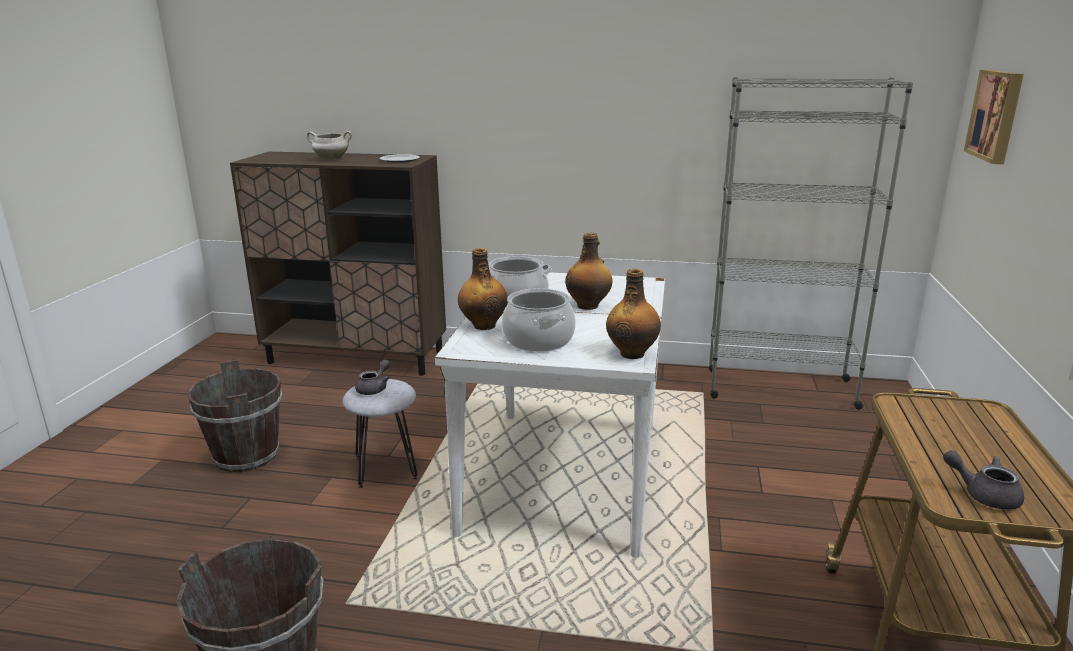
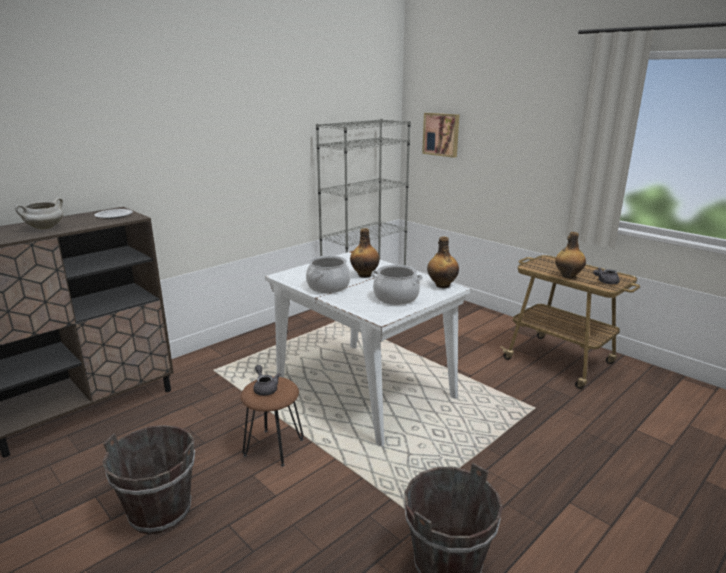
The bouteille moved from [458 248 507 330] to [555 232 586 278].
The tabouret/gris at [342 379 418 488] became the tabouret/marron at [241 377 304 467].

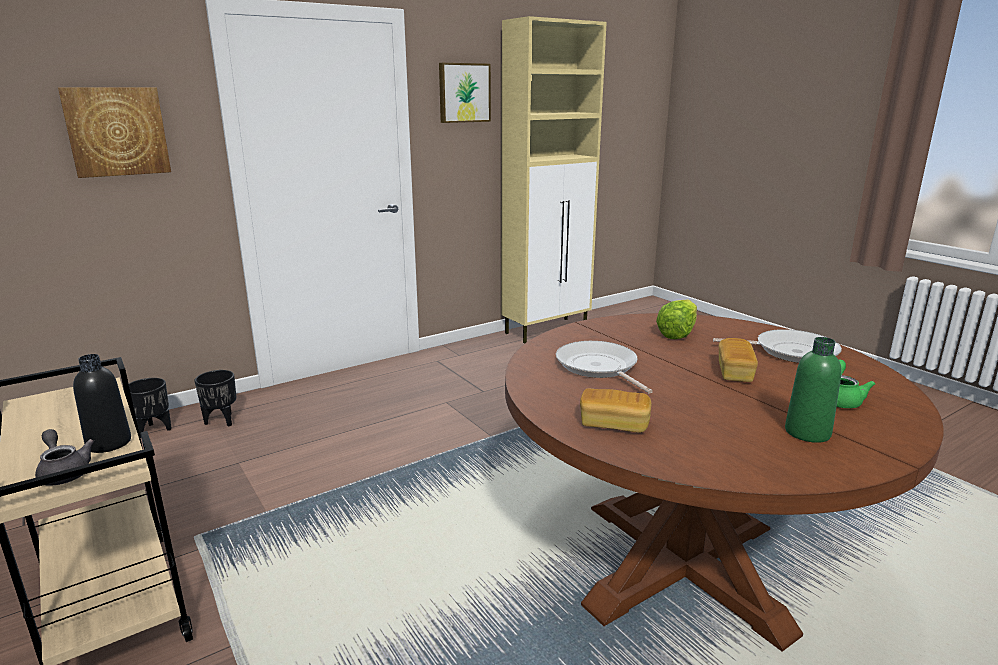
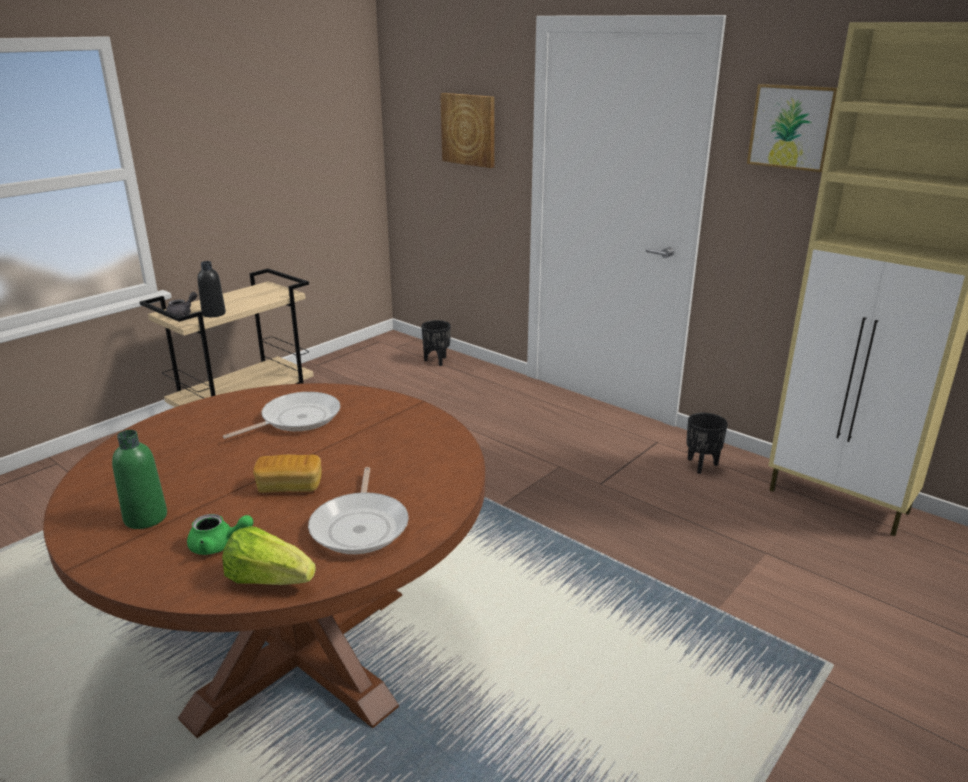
The pain at [580 388 651 433] disappeared.
The cache-pot/noir moved from [194 370 236 426] to [686 413 728 474].
The laitue moved from [656 300 697 339] to [222 526 316 585].

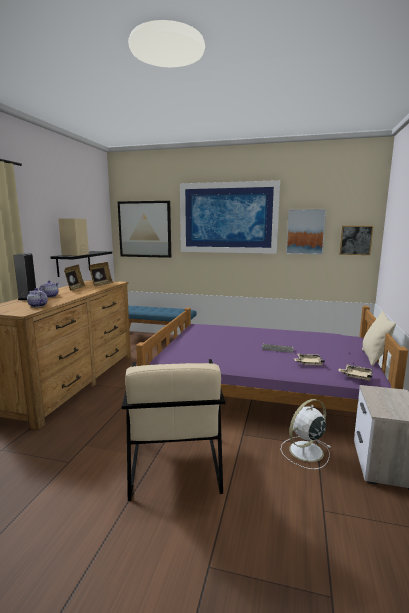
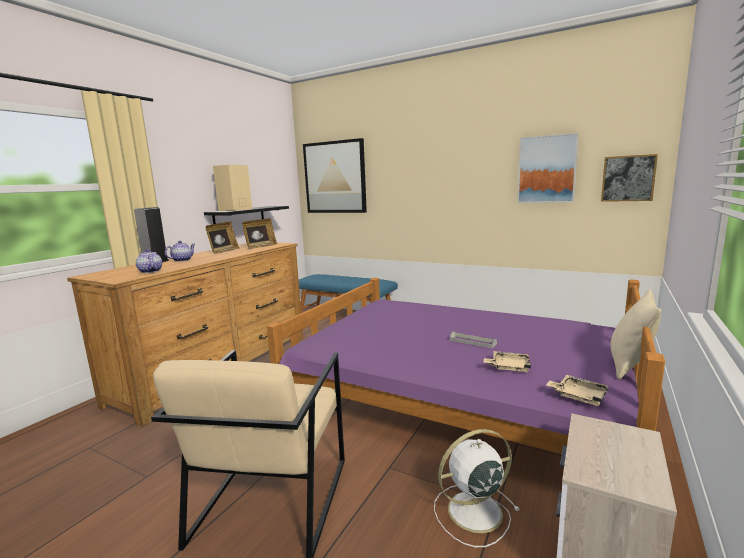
The tableau at [180 180 280 254] disappeared.

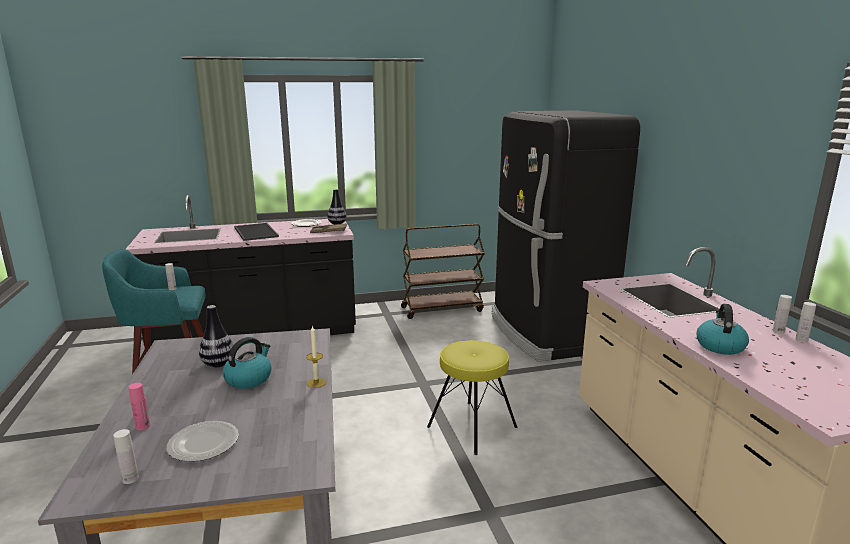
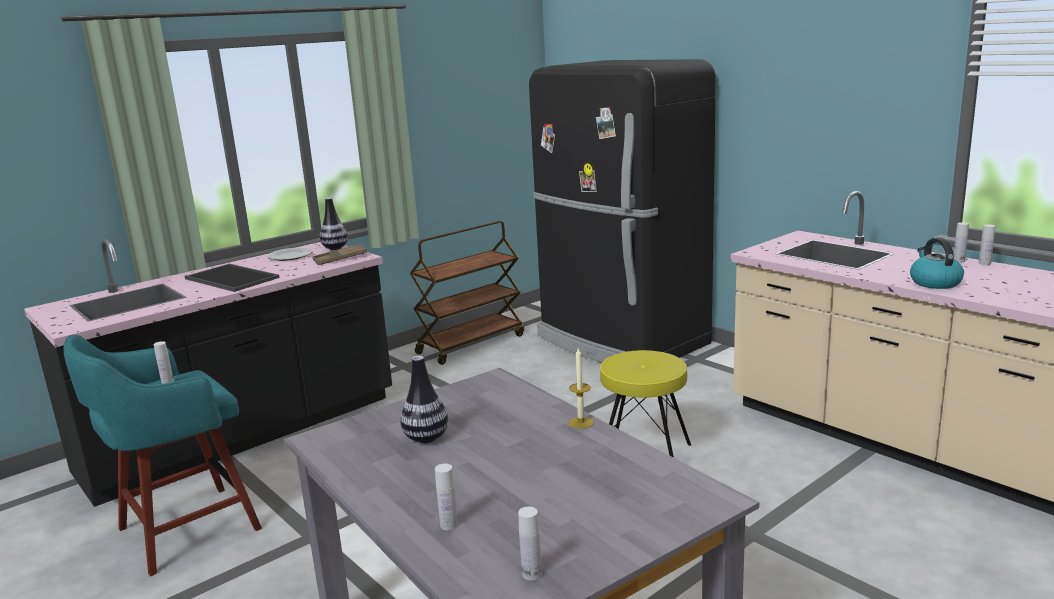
The assiette at [167 421 239 462] disappeared.
The bouilloire at [223 337 272 389] disappeared.
The bouteille/rose at [129 383 150 430] became the bouteille/blanc at [435 464 458 530].

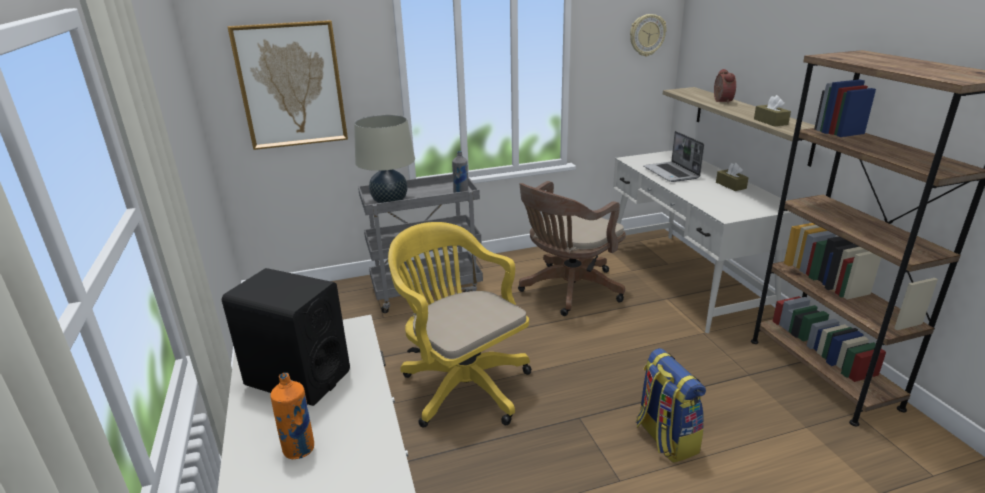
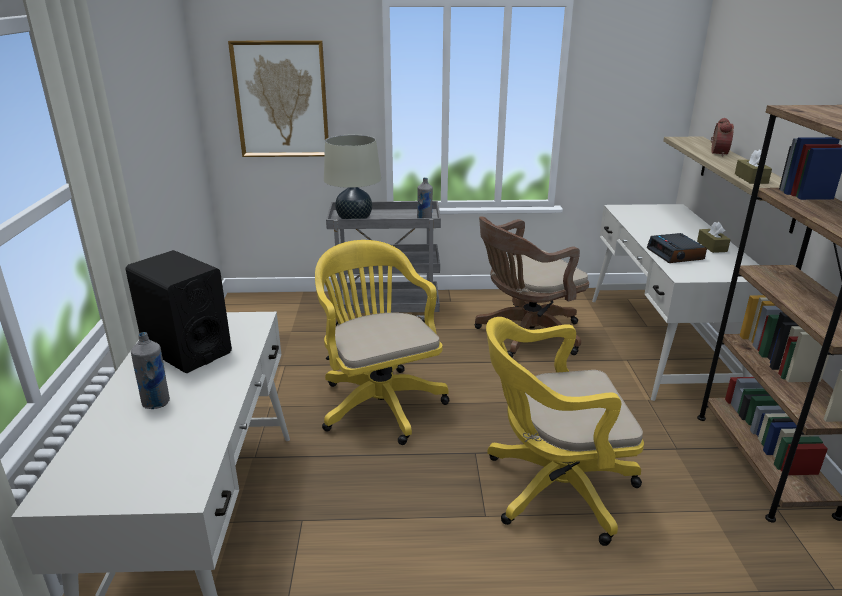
The horloge murale at [630 14 667 57] disappeared.
The ordinateur portable at [643 131 704 182] disappeared.
The réveil at [647 233 707 263] appeared.
The sac à dos at [636 348 706 463] was replaced by the chaise de bureau/jaune at [486 317 644 546].
The bouteille/orange at [270 373 314 459] became the bouteille/gris at [131 332 170 409].

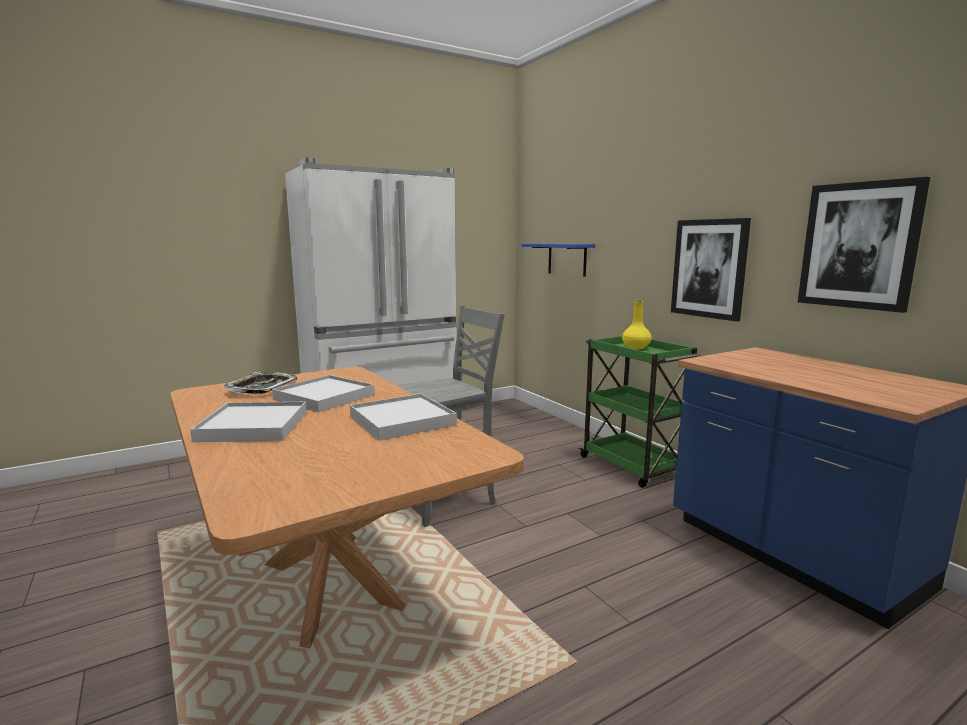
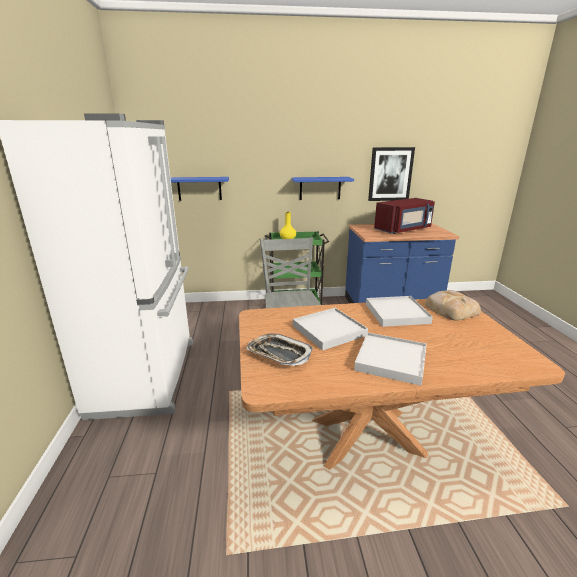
The micro-ondes/rouge at [374 198 435 234] appeared.
The pain at [425 290 481 321] appeared.
The tableau at [671 218 751 322] was replaced by the étagère/bleu at [292 177 354 200].

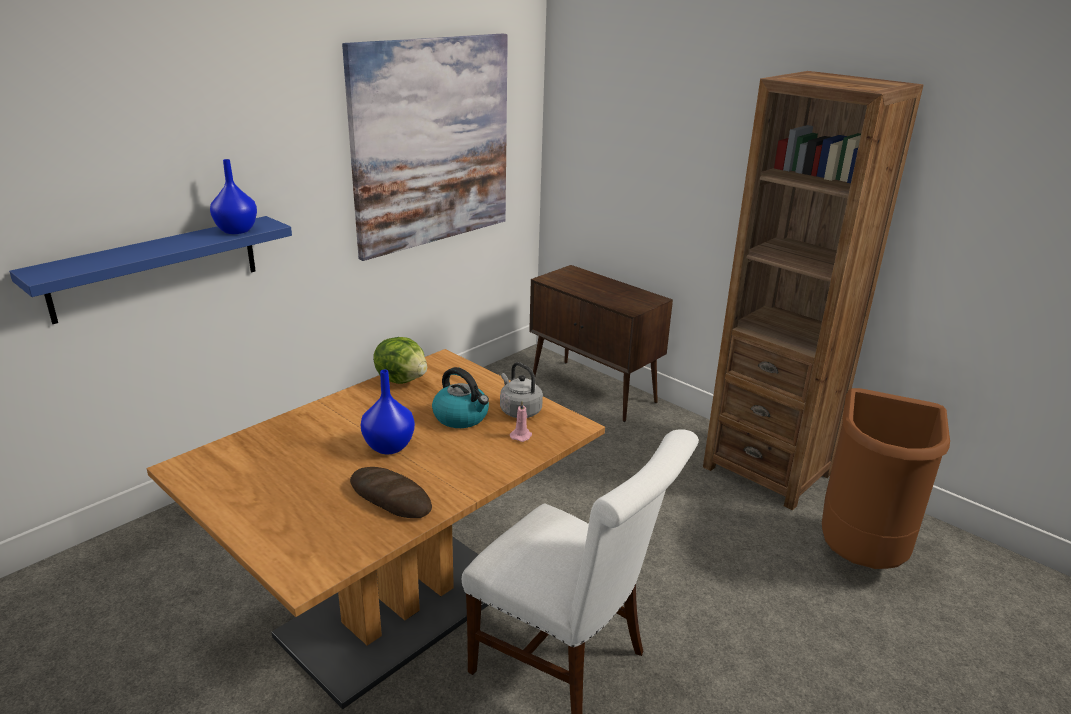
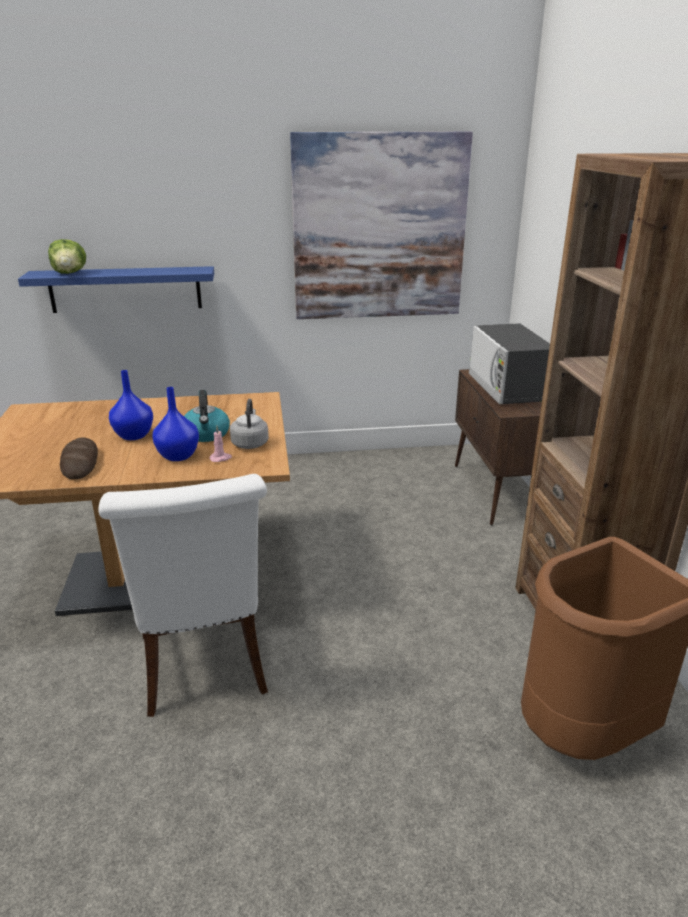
The micro-ondes at [469 323 550 404] appeared.
The vase/bleu moved from [210 159 257 234] to [152 387 199 461].
The laitue moved from [373 337 427 384] to [48 239 86 274].

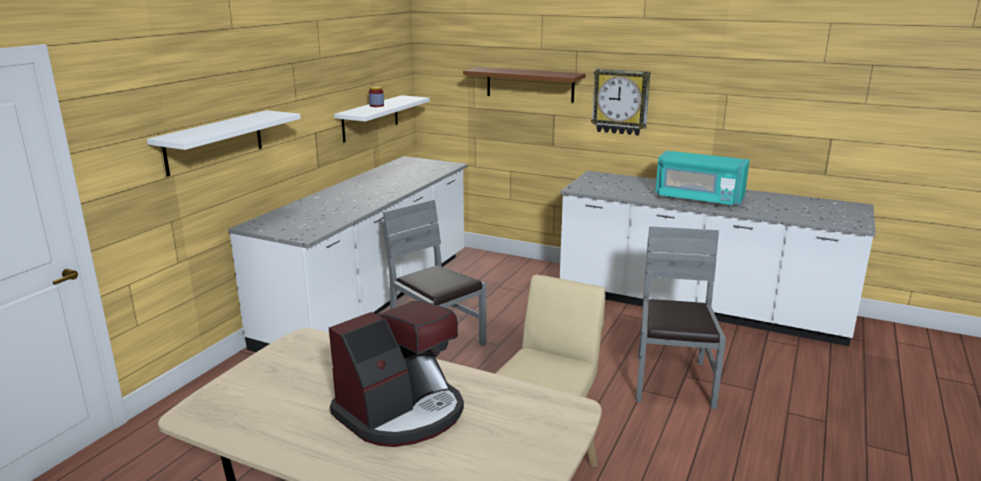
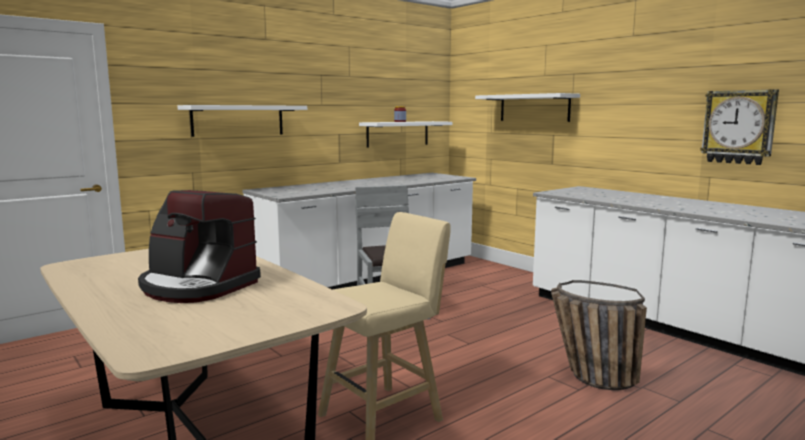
The micro-ondes/turquoise at [655 151 750 206] disappeared.
The horloge murale moved from [591 69 651 136] to [700 89 779 165].
The chaise/gris at [636 226 726 409] was replaced by the panier at [551 280 647 390].
The étagère/marron at [463 67 586 103] became the étagère/blanc at [475 93 580 122].
The machine à café at [329 301 464 447] turned 45 degrees clockwise.

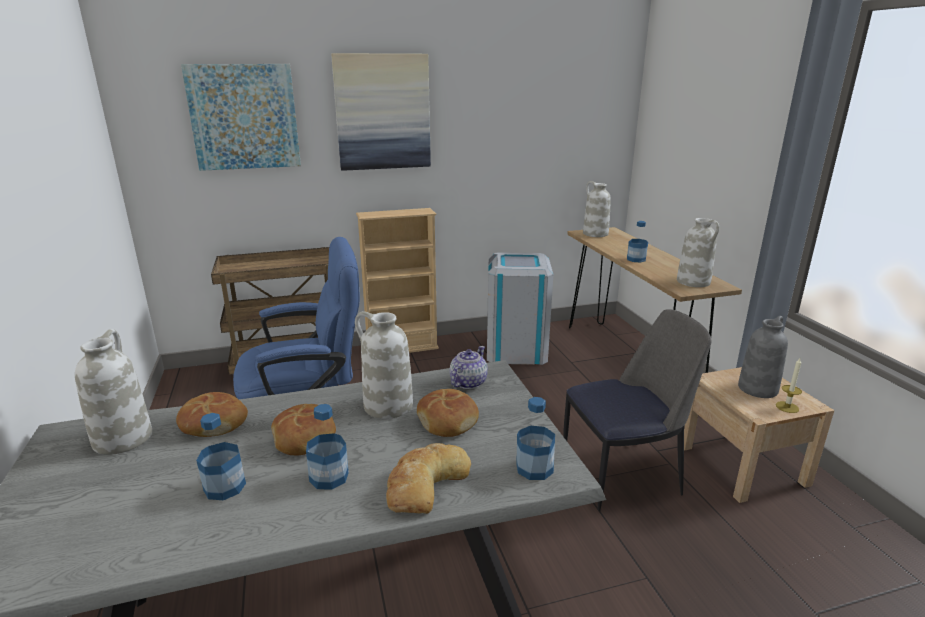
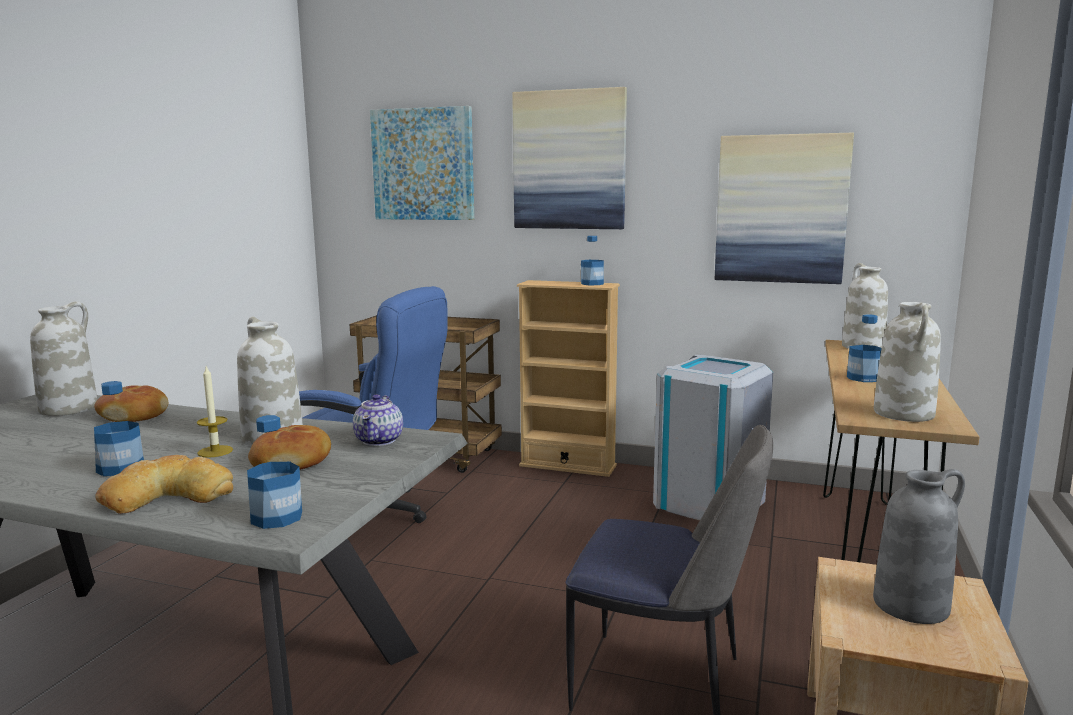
The pain at [271 404 336 456] disappeared.
The tableau at [715 133 854 284] appeared.
The bouteille moved from [196 413 246 500] to [581 236 604 285].
The bougie moved from [776 358 802 413] to [197 367 233 458].
The théière at [450 346 488 389] turned 120 degrees clockwise.

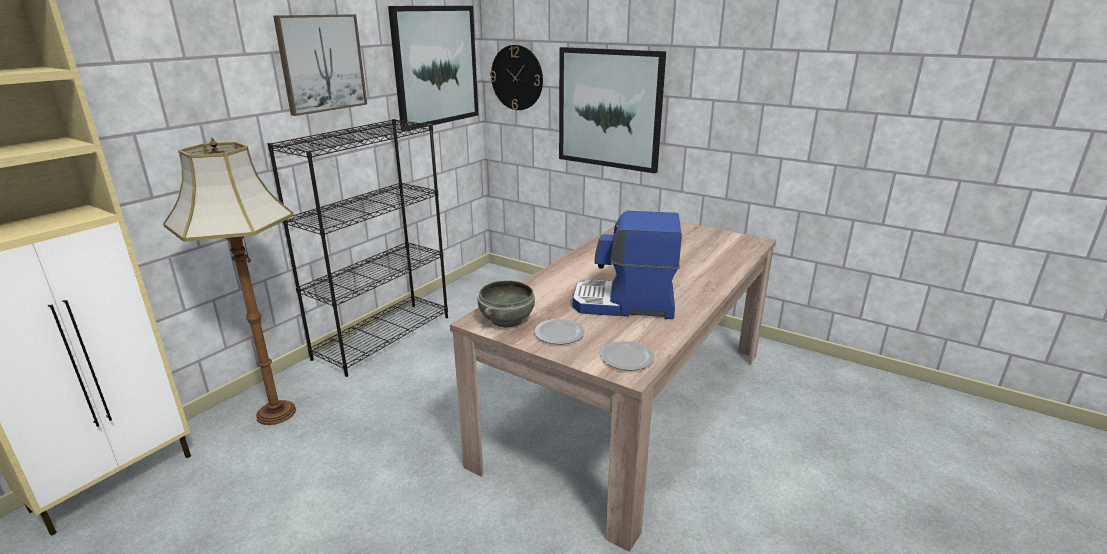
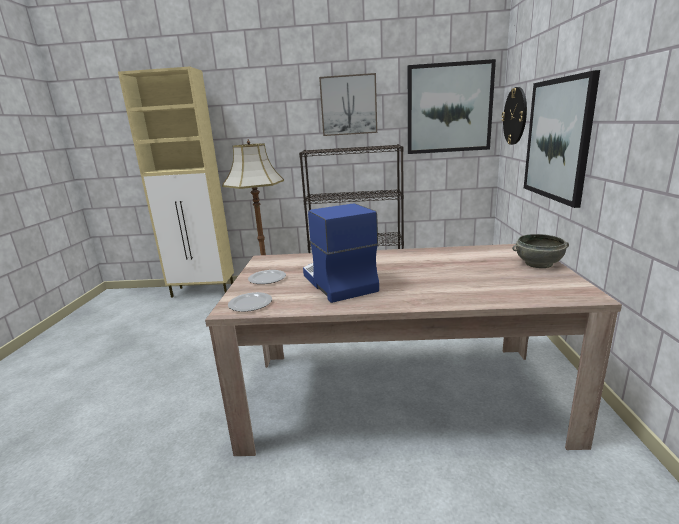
The bol/gris moved from [477 280 535 328] to [512 234 569 268].

